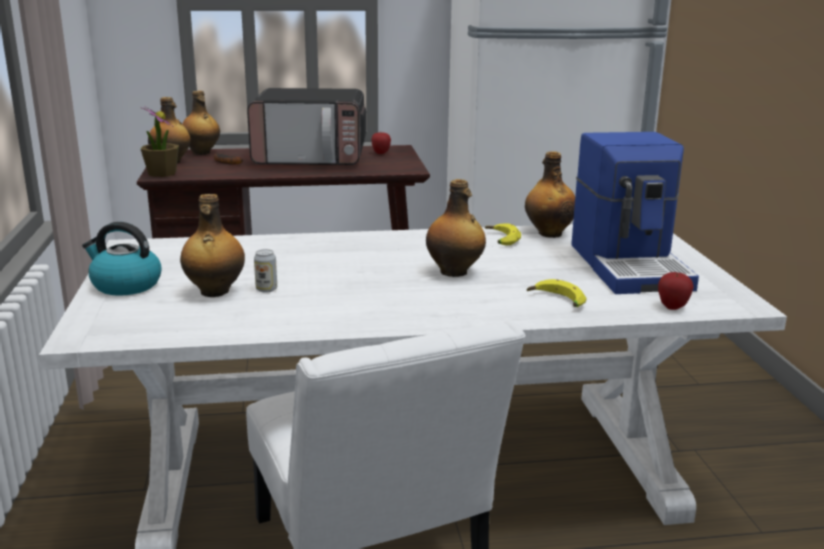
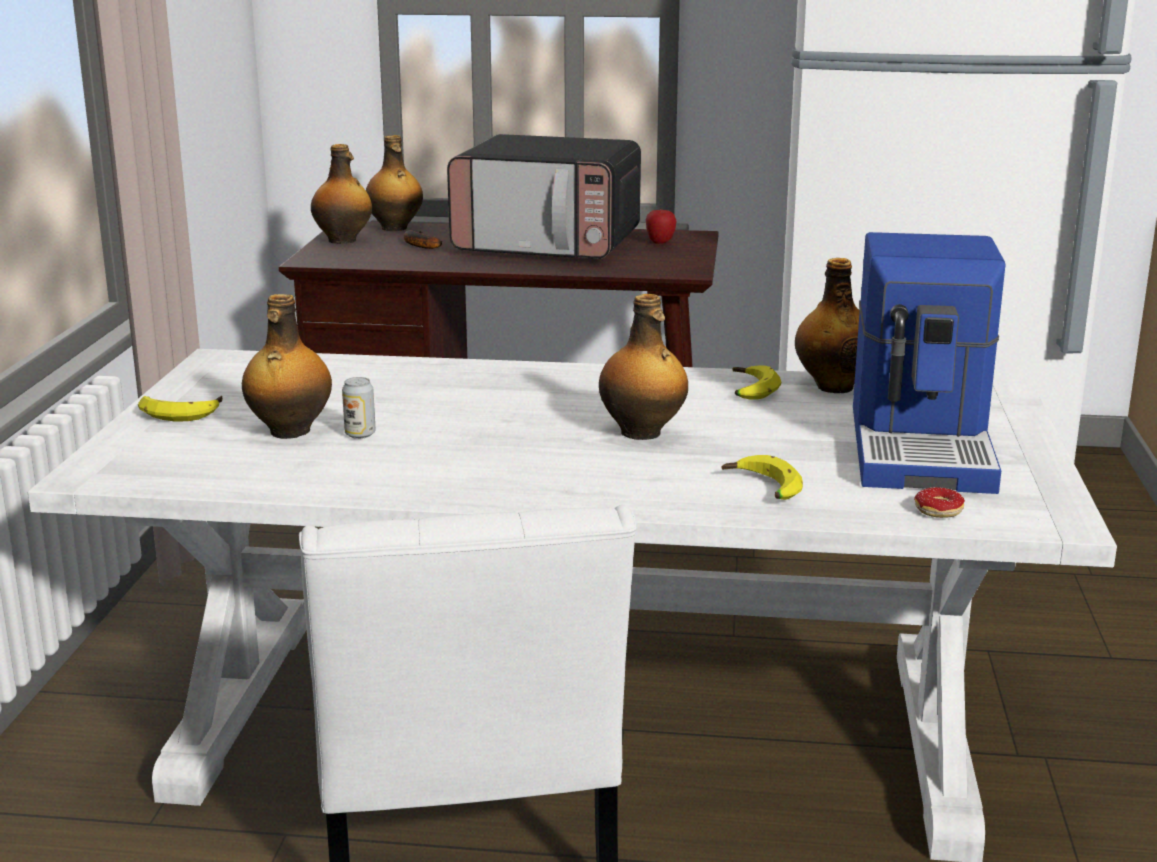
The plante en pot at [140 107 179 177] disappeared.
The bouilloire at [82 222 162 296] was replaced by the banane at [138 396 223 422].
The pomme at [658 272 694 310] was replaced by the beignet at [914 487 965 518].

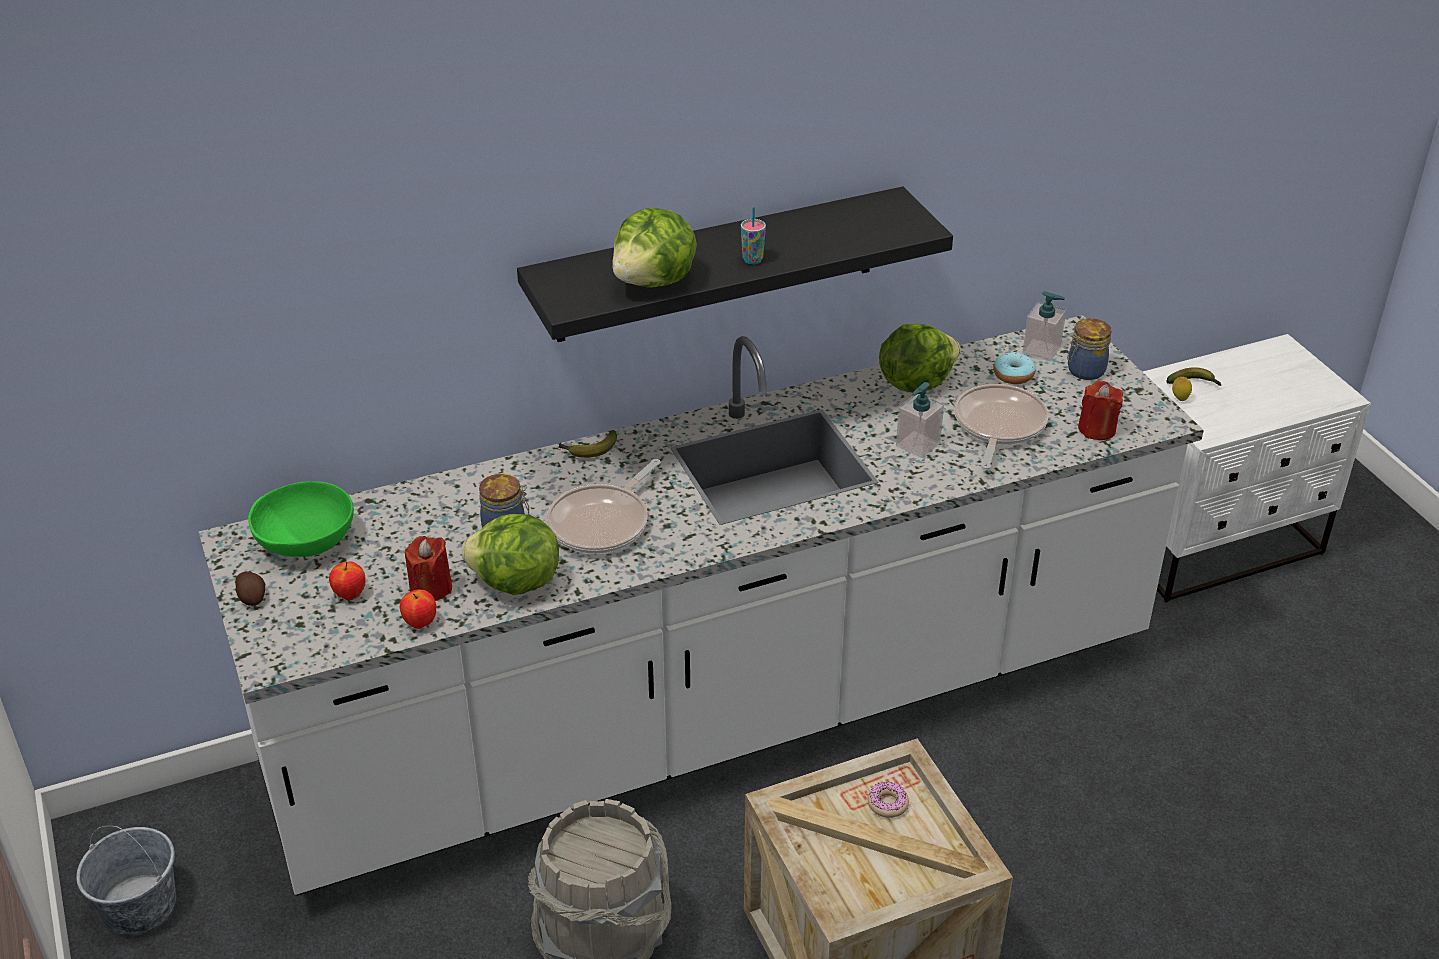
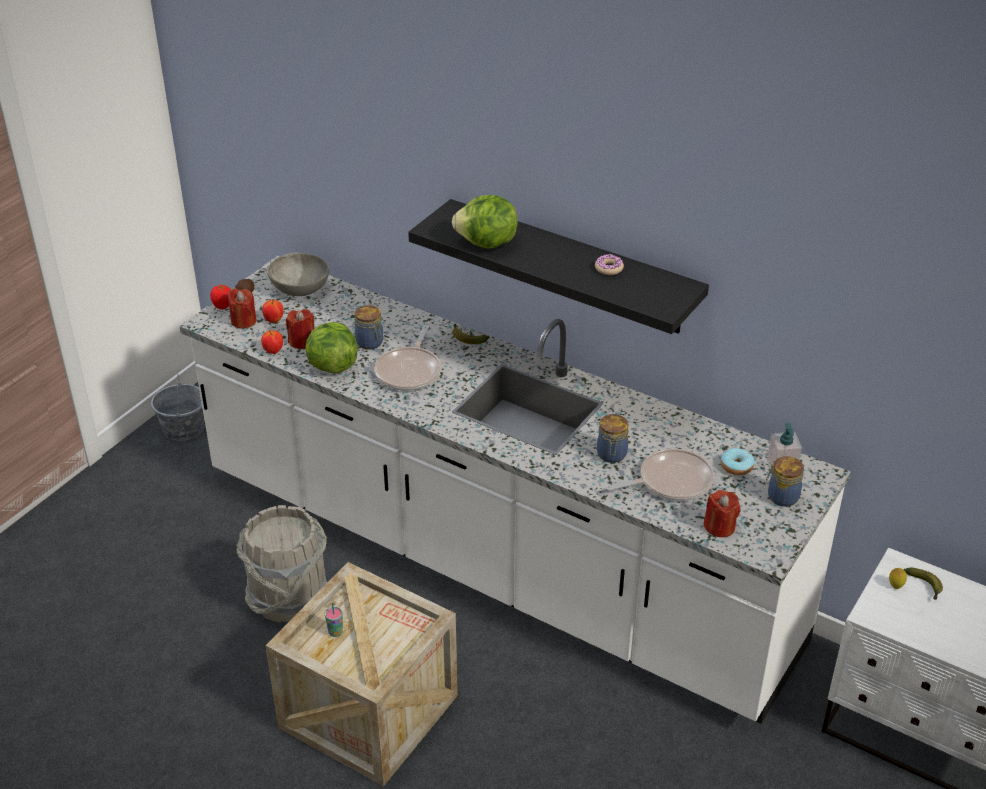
The laitue at [879 324 960 392] disappeared.
The tomate at [210 285 231 309] appeared.
The bougie/rouge at [227 288 257 329] appeared.
The tasse moved from [741 207 766 265] to [325 603 343 637].
The beignet moved from [868 782 909 818] to [595 254 624 275].
The distributeur de savon at [896 382 944 458] was replaced by the bocal at [597 414 629 463].
The bol/vert at [248 481 354 557] became the bol/gris at [267 253 329 296].
The poêle at [547 459 661 554] turned 75 degrees counterclockwise.

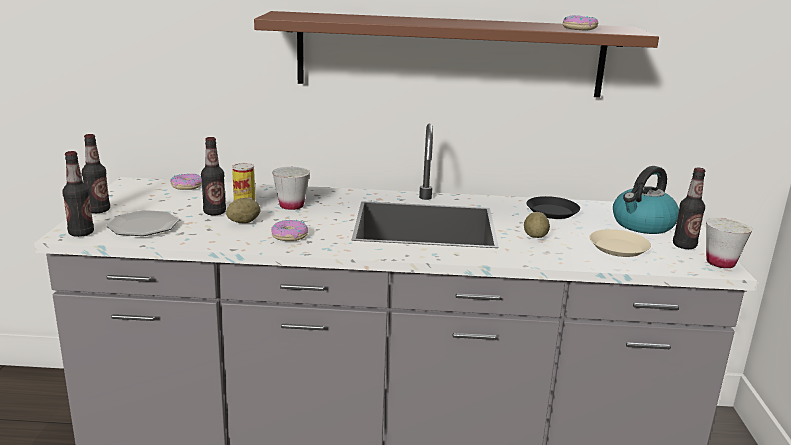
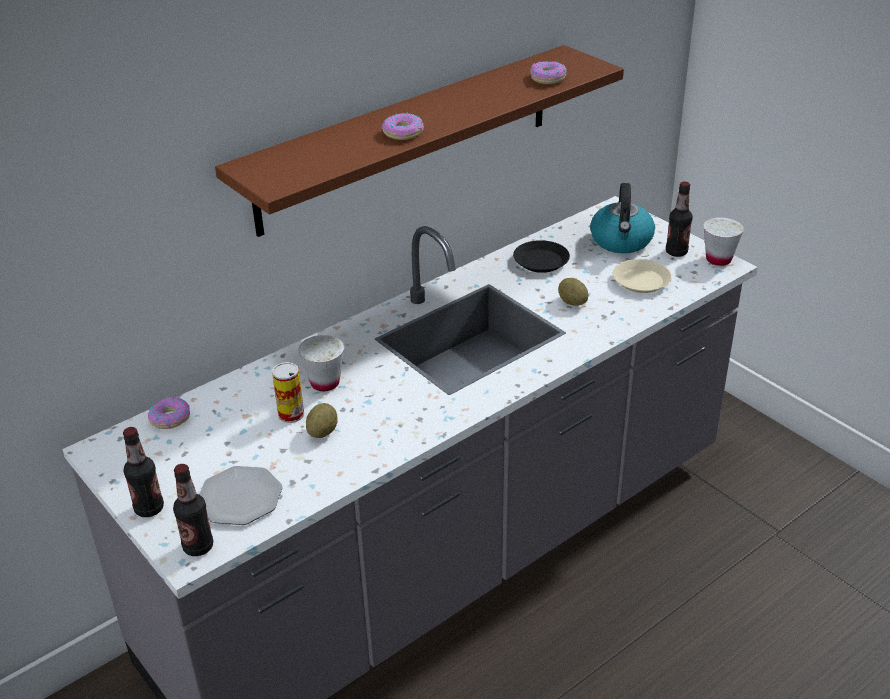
The bouteille at [201 137 226 215] disappeared.
The beignet moved from [271 220 308 241] to [382 112 424 140].

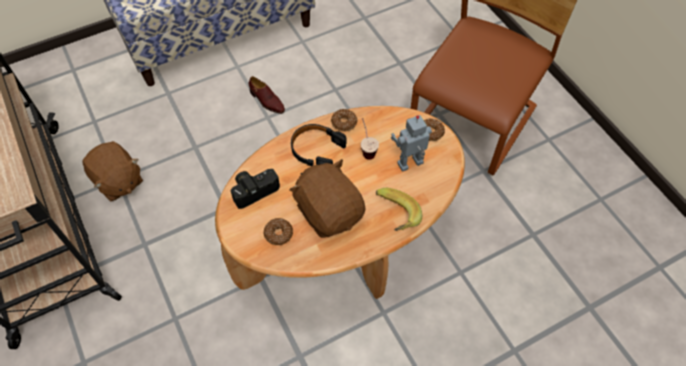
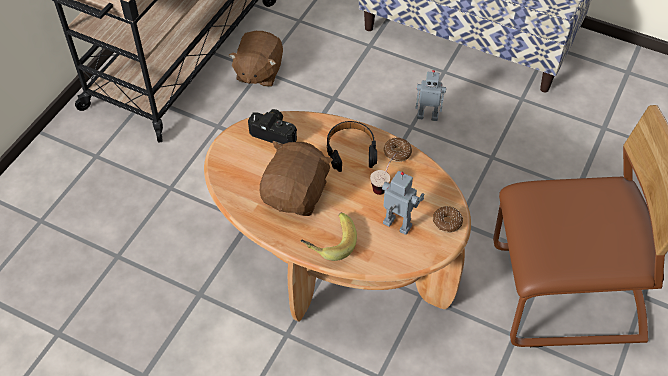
The beignet at [264 218 293 245] disappeared.
The chaussure/marron at [249 76 285 114] was replaced by the robot jouet at [416 70 446 121].

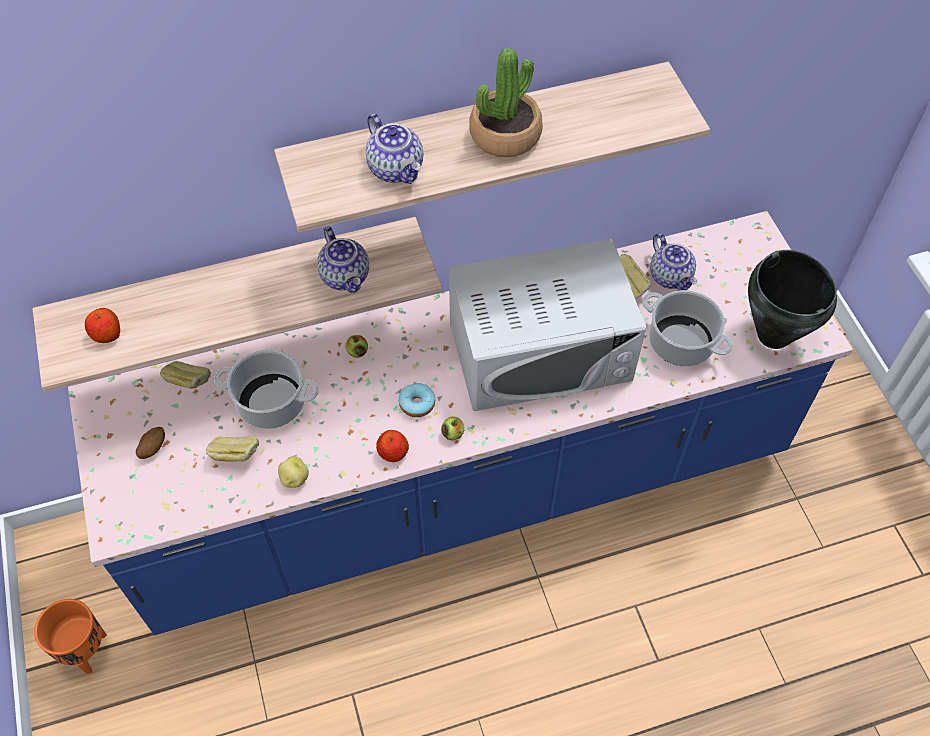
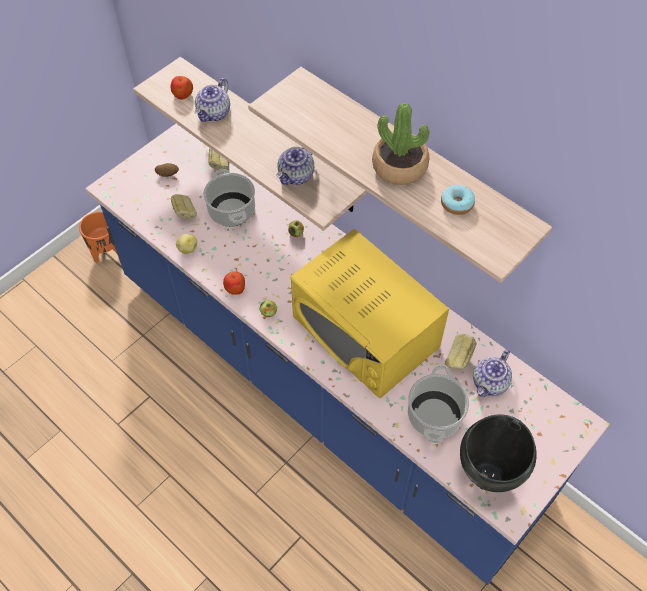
The théière moved from [366 113 423 184] to [195 78 230 122].
The beignet moved from [398 383 435 417] to [441 185 475 215].
The micro-ondes/blanc at [449 239 646 411] became the micro-ondes/jaune at [291 229 449 398].

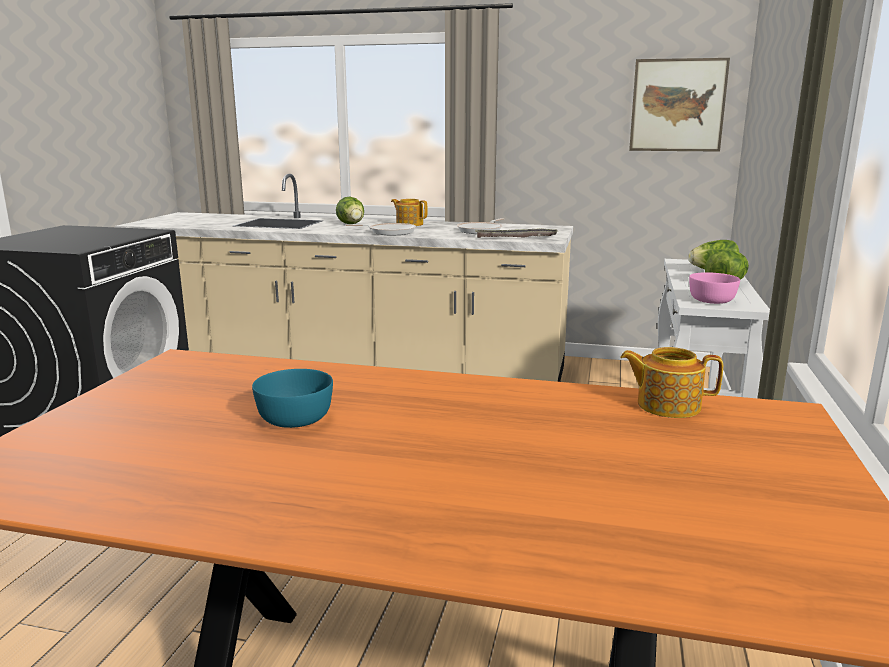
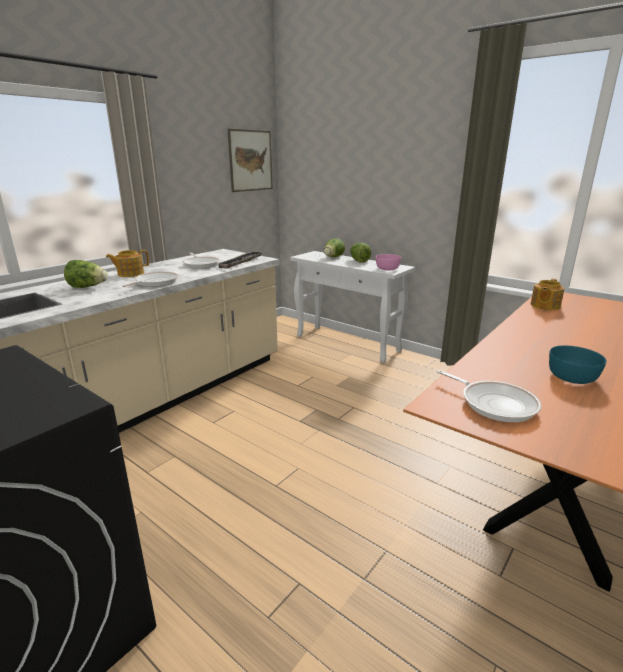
The poêle at [437 370 542 422] appeared.

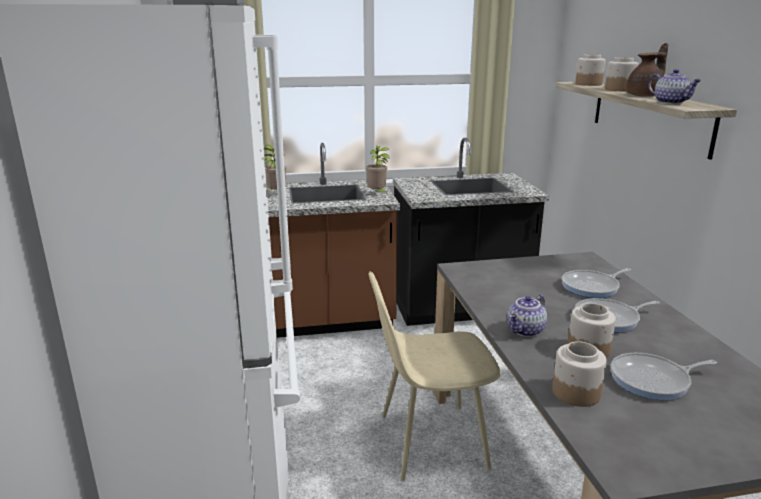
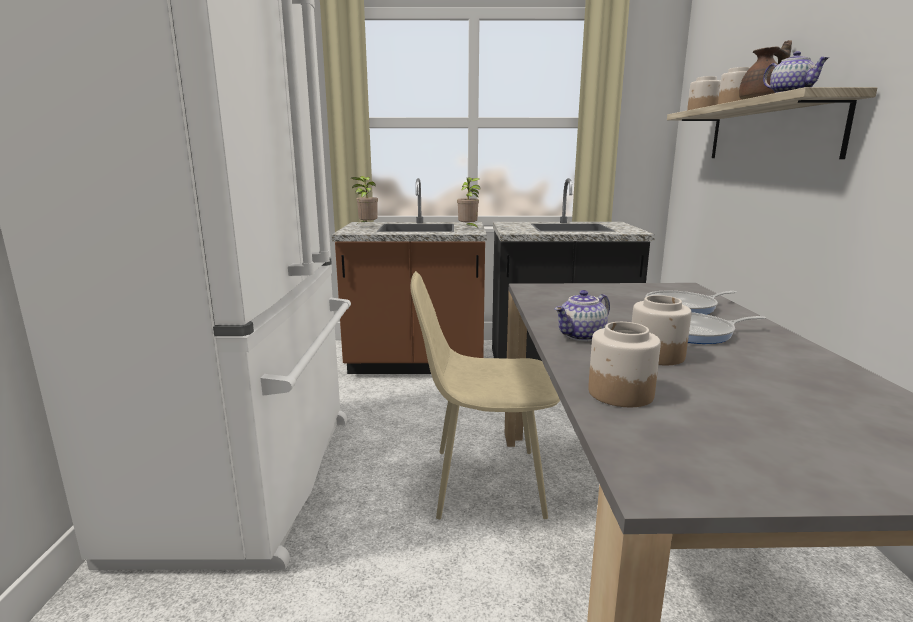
The poêle at [611 353 717 400] disappeared.

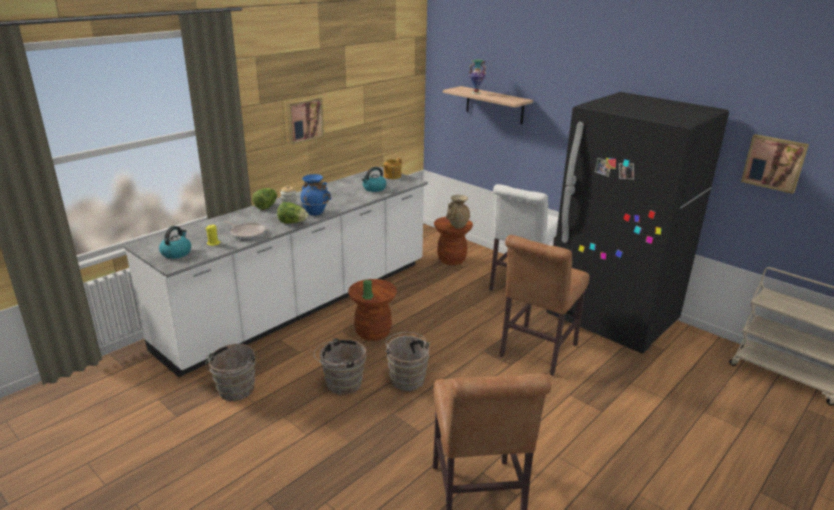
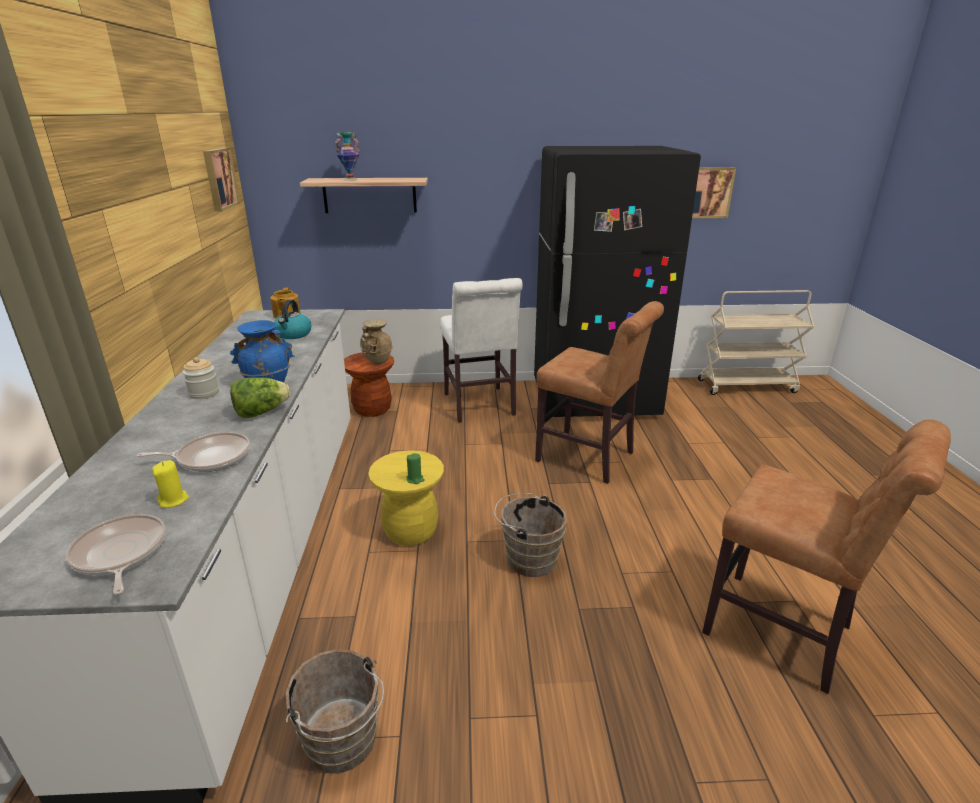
The laitue at [252 188 278 210] disappeared.
The seau/marron at [314 338 366 395] disappeared.
The tableau moved from [287 97 324 145] to [203 148 240 211].
The bouilloire at [159 226 191 259] was replaced by the poêle at [66 514 166 595].
The tabouret/marron at [348 279 397 341] became the tabouret/jaune at [368 450 444 546].
The chaise/marron at [500 235 590 376] turned 45 degrees counterclockwise.

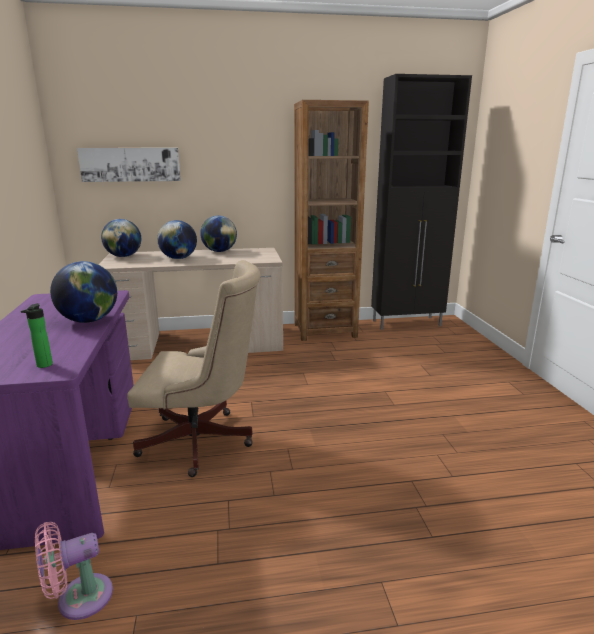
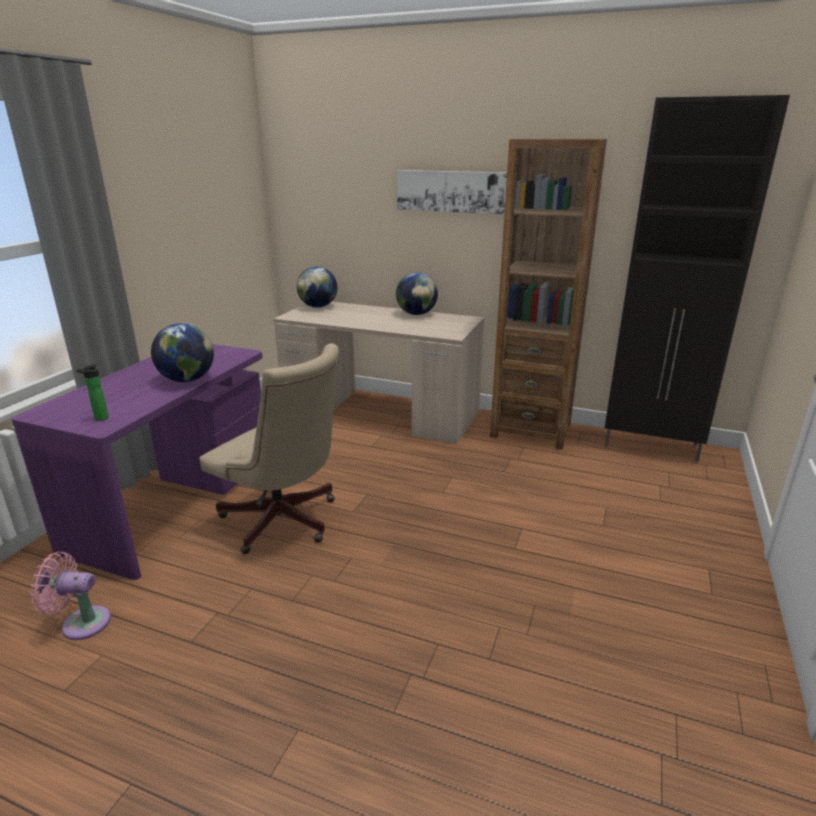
The globe at [157 220 197 259] disappeared.
The tableau moved from [77 148 181 182] to [397 170 507 214].

